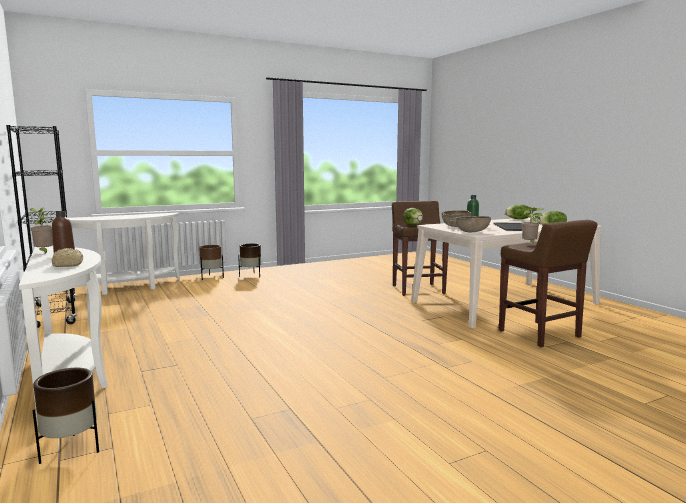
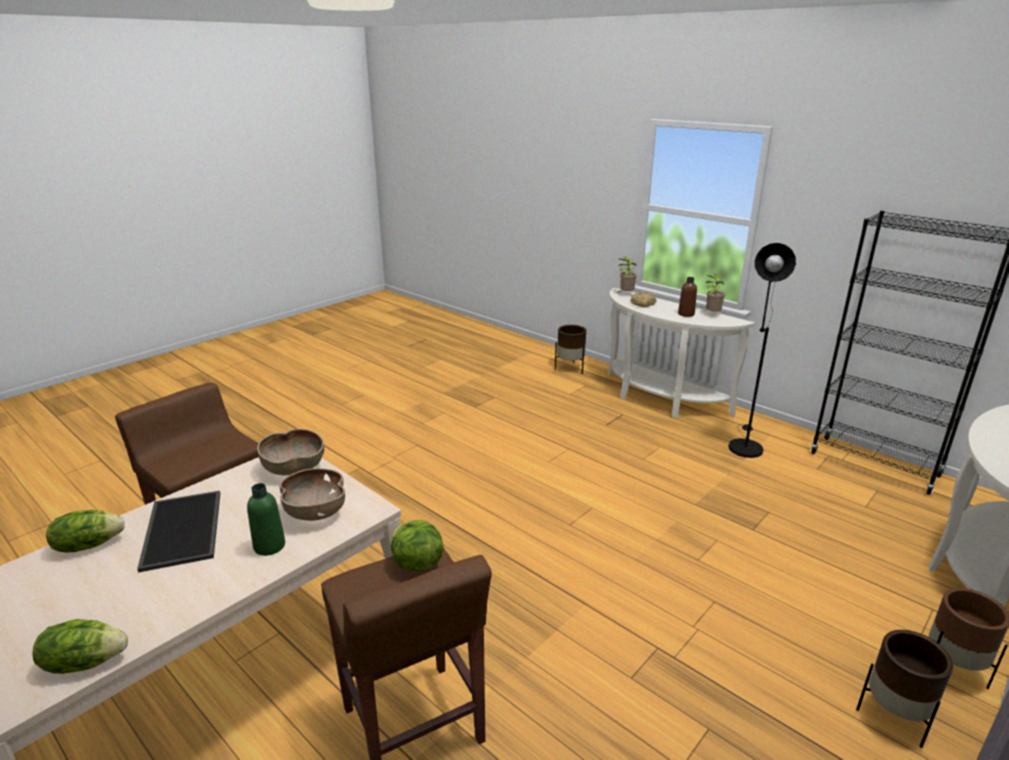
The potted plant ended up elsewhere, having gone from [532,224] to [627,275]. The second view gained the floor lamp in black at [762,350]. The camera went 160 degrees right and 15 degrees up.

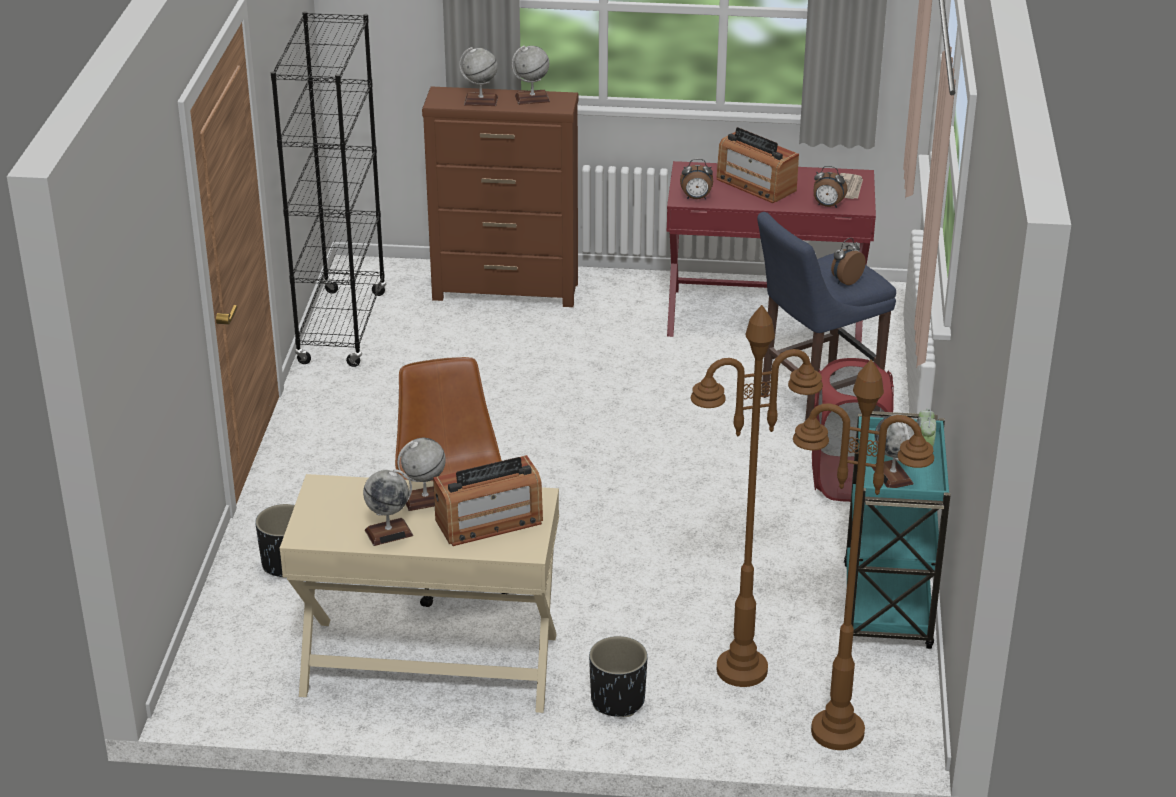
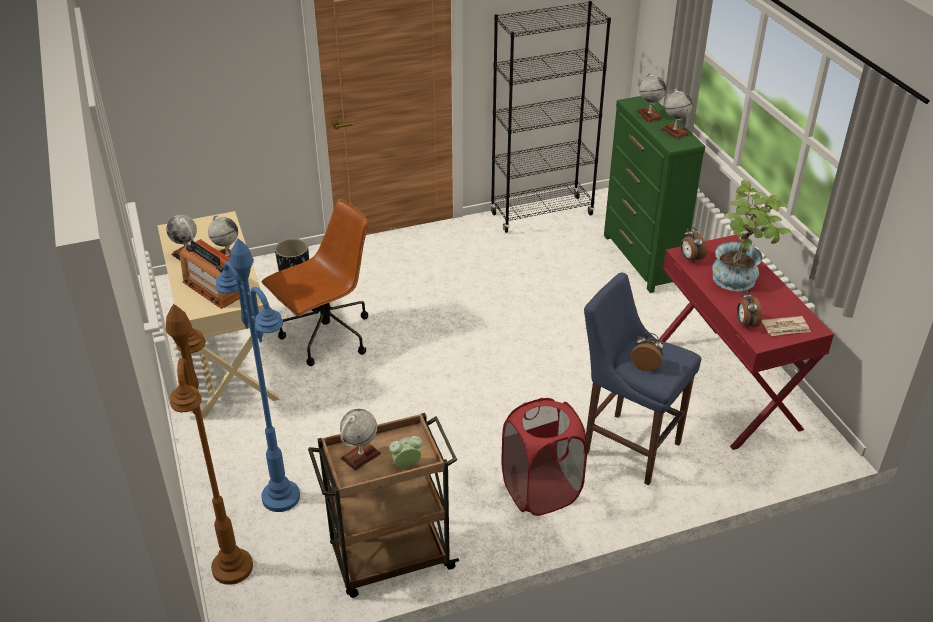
What was the dresser in brown at [500,197] turned into the dresser in green at [654,194]. Where the radio stood at [757,165], the potted plant came to stand at [751,235]. What was the floor lamp in brown at [757,496] turned into the floor lamp in blue at [258,375]. What was the cart in turquoise at [897,530] turned into the cart in brown at [383,505]. The second view lost the planter in black at [618,676]. The camera went 65 degrees right and 5 degrees up.

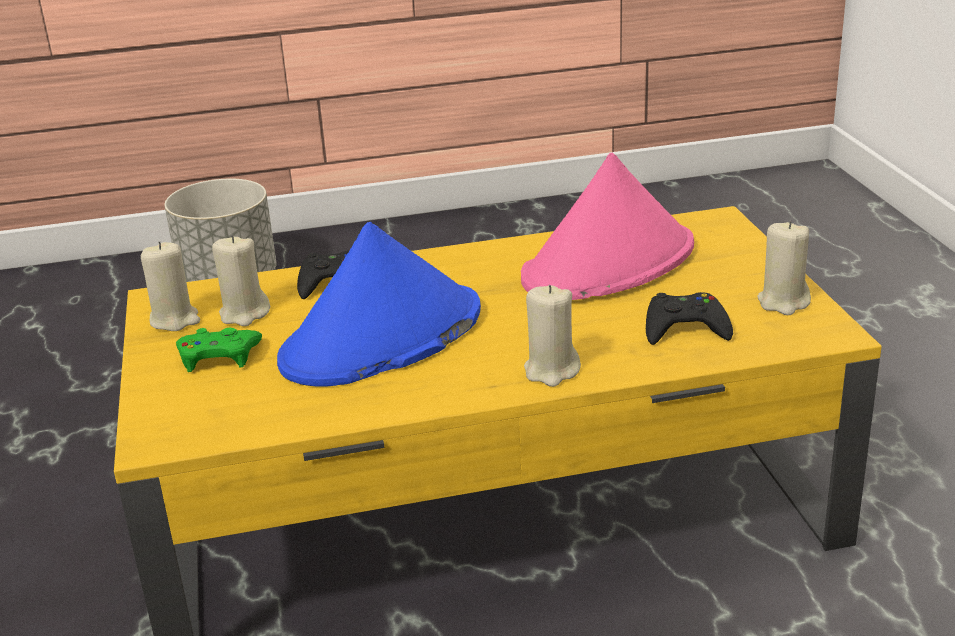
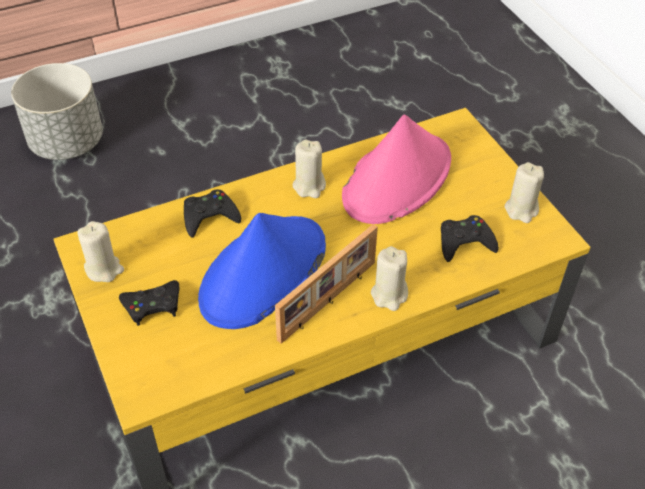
The candle in beige ended up elsewhere, having gone from [241,280] to [309,168]. What was the game controller in green at [219,350] turned into the game controller in black at [149,303]. The second view gained the picture frame at [326,284]. The camera went 15 degrees left and 20 degrees up.

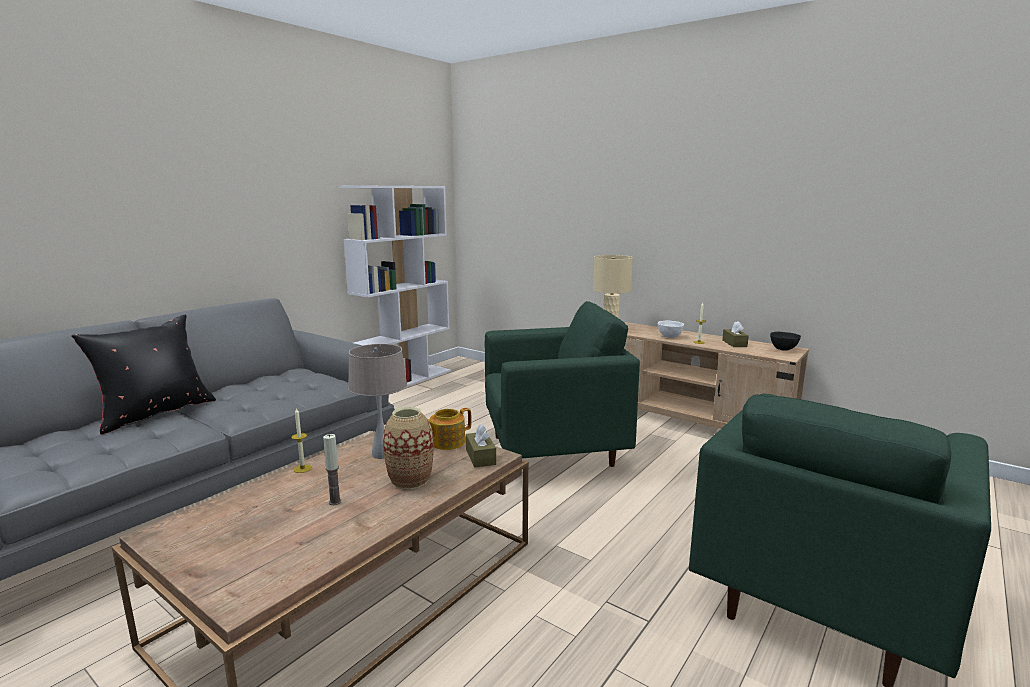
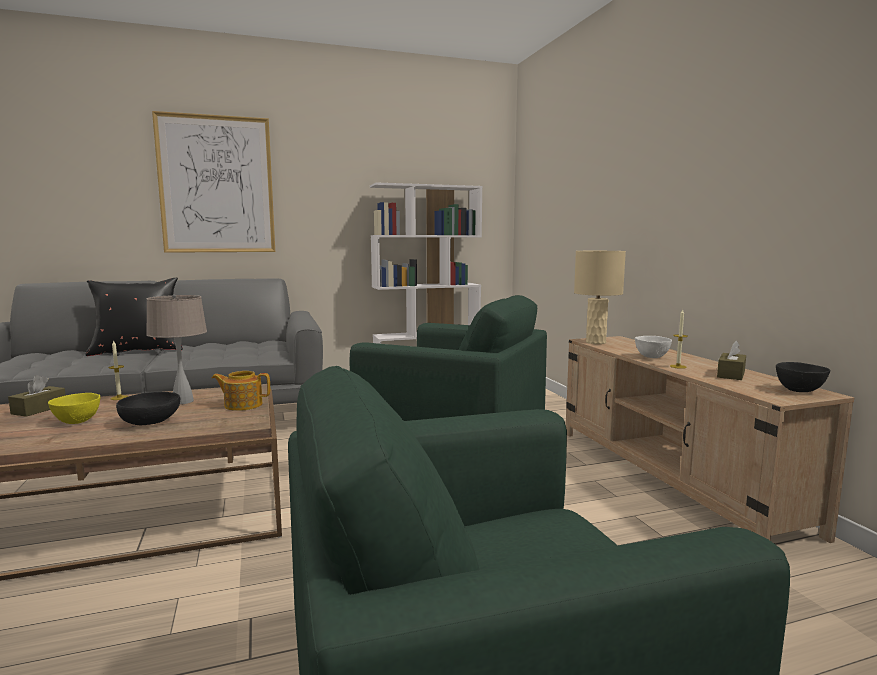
Where the vase stood at [408,448], the bowl in black came to stand at [148,408]. The tissue box in brown ended up elsewhere, having gone from [481,446] to [37,396]. Where the candle stood at [332,469], the bowl in yellow came to stand at [74,408]. The second view gained the picture at [213,182]. The camera went 35 degrees right and 5 degrees down.

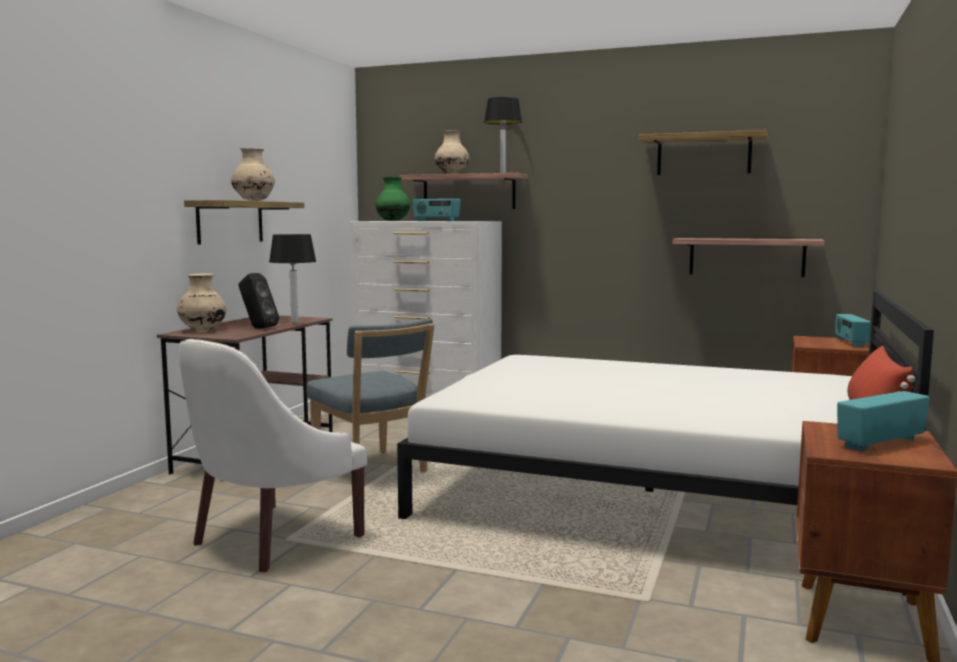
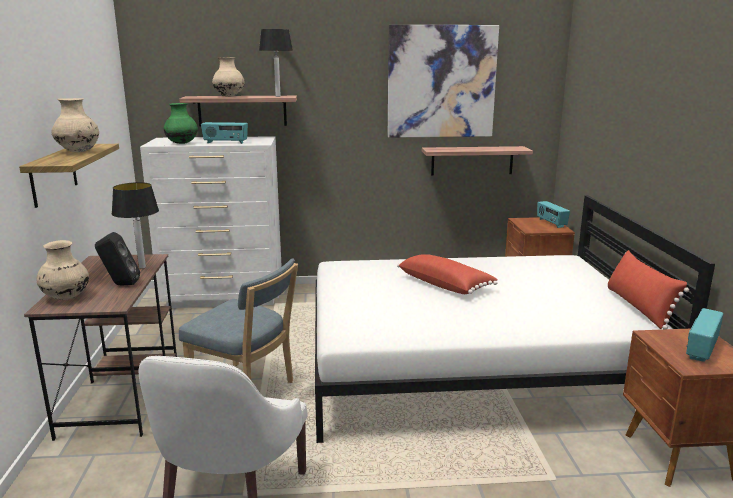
Where the shelf hung at [703,152], the picture came to hang at [443,81]. The second view gained the pillow in red at [447,274]. The camera went 25 degrees left and 10 degrees up.

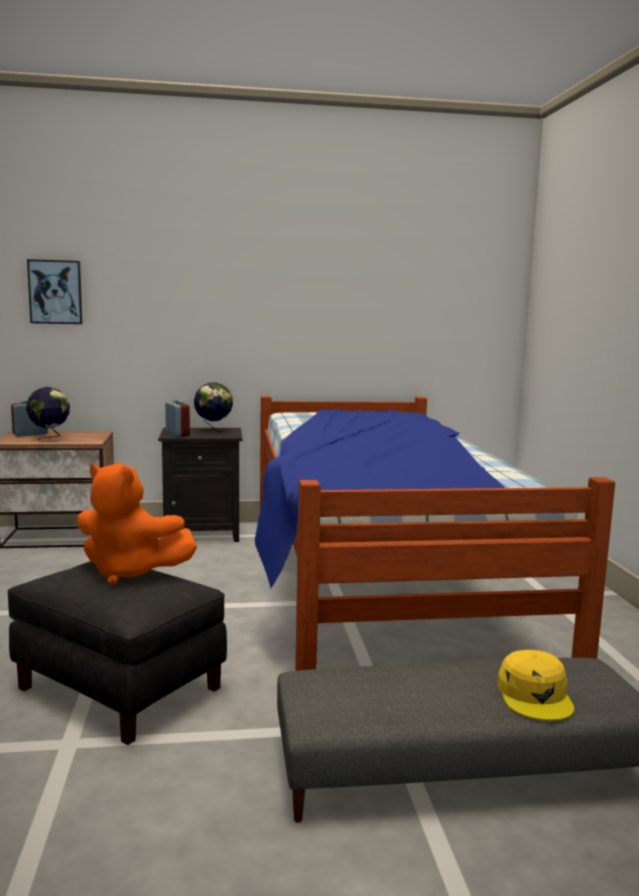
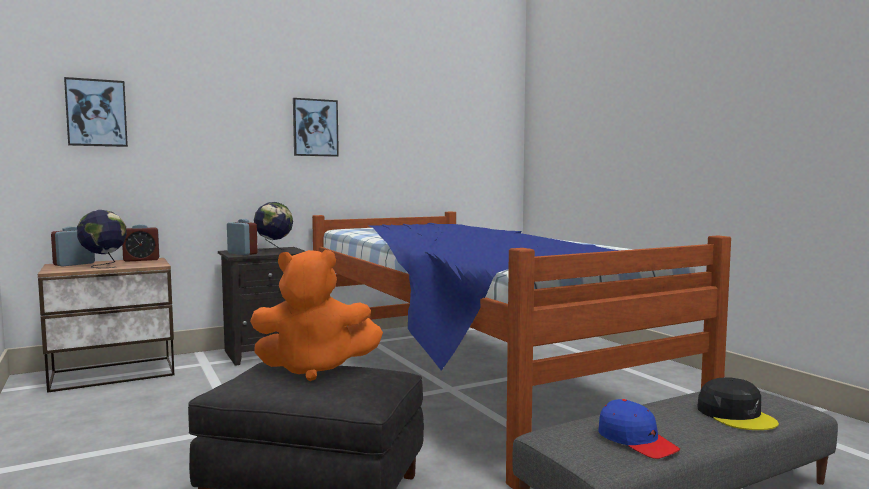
What was the cap in yellow at [536,685] turned into the cap in black at [738,403]. The second view gained the picture at [316,127]. The second view gained the alarm clock at [140,243]. The second view gained the cap in blue at [639,429]. The camera went 20 degrees left and 5 degrees down.

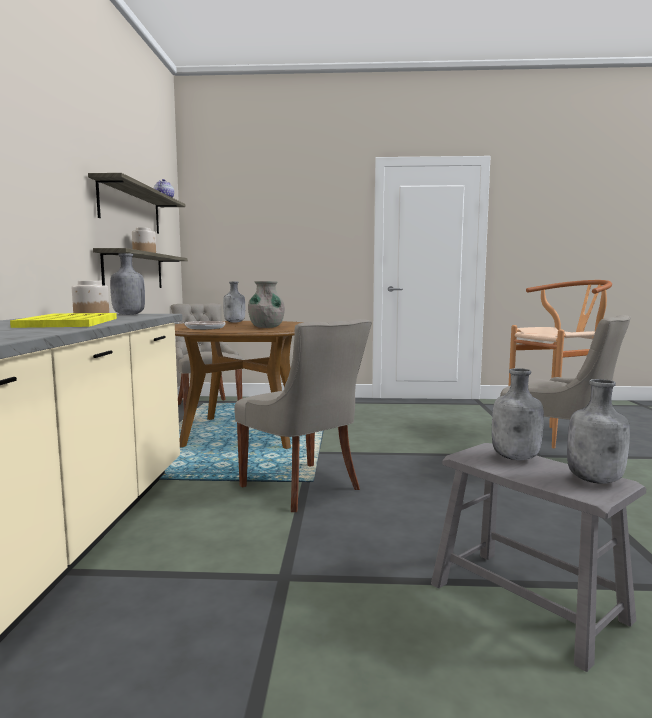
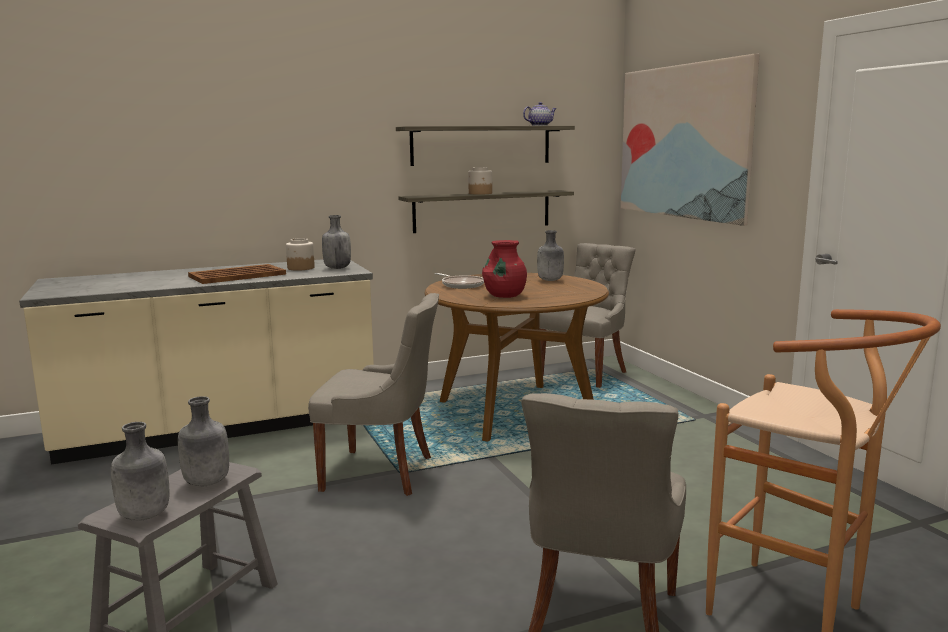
What was the vase in grey at [266,304] turned into the vase in red at [504,269]. What was the tray in yellow at [63,320] turned into the tray in brown at [237,274]. The chair in grey at [303,415] ended up facing another way, 105 degrees counterclockwise from before. The second view gained the picture at [690,140]. The camera went 65 degrees right and 5 degrees up.

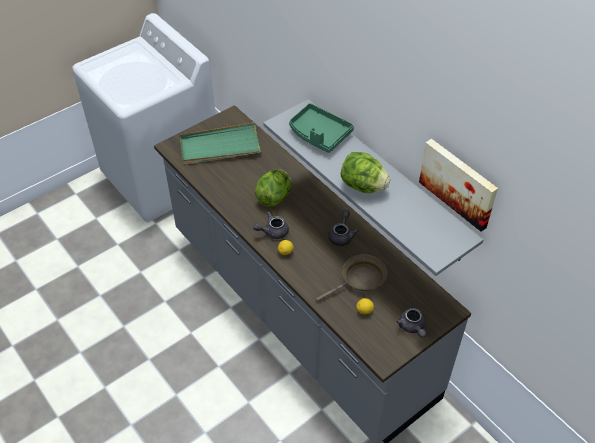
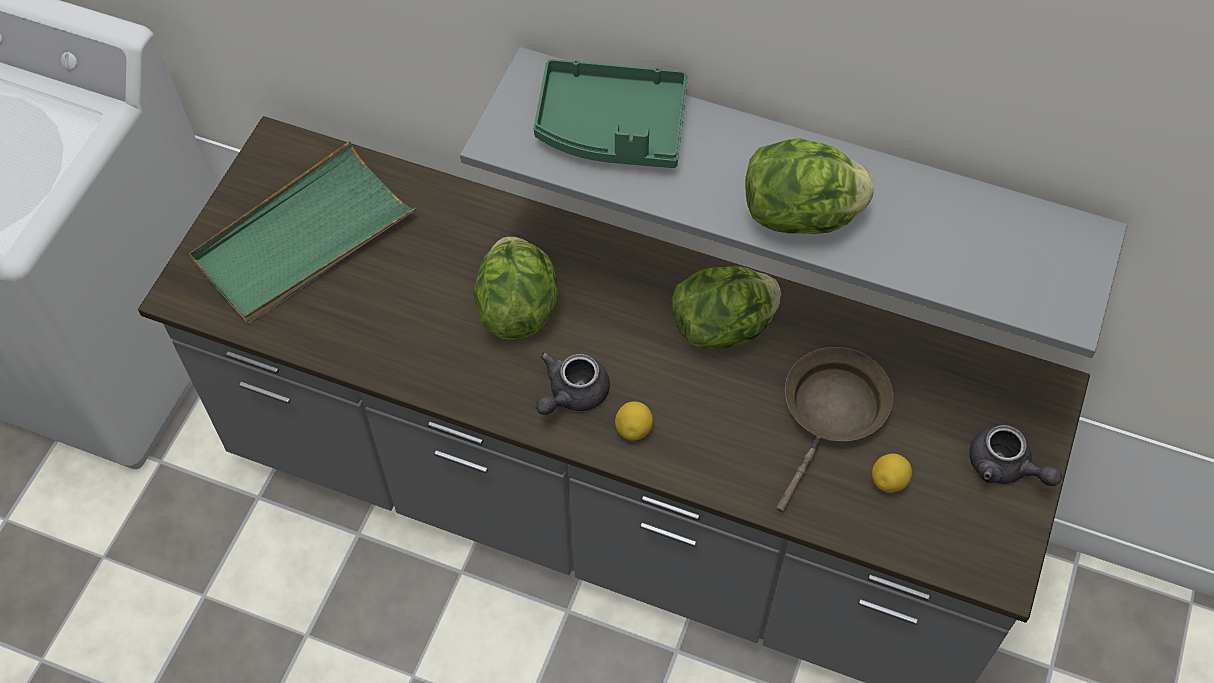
The second view lost the picture at [458,185]. Where the teapot in grey stood at [344,228], the lettuce came to stand at [726,307]. The camera went 30 degrees left and 10 degrees up.

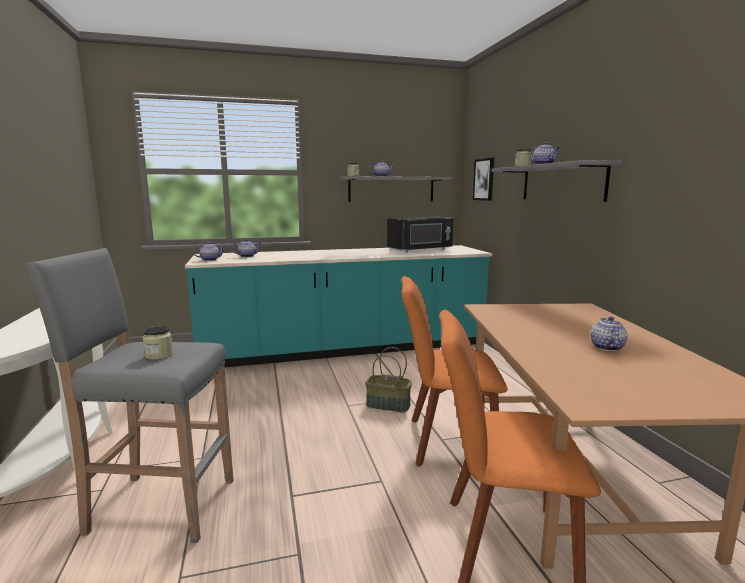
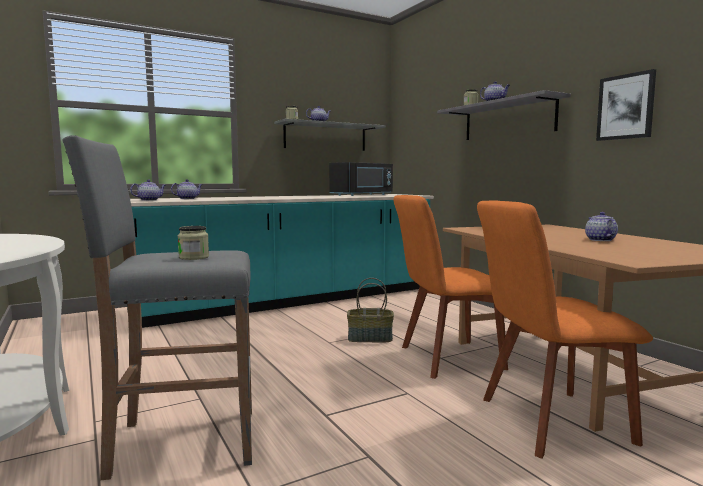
The picture ended up elsewhere, having gone from [483,179] to [626,105]. The camera went 15 degrees left and 5 degrees down.

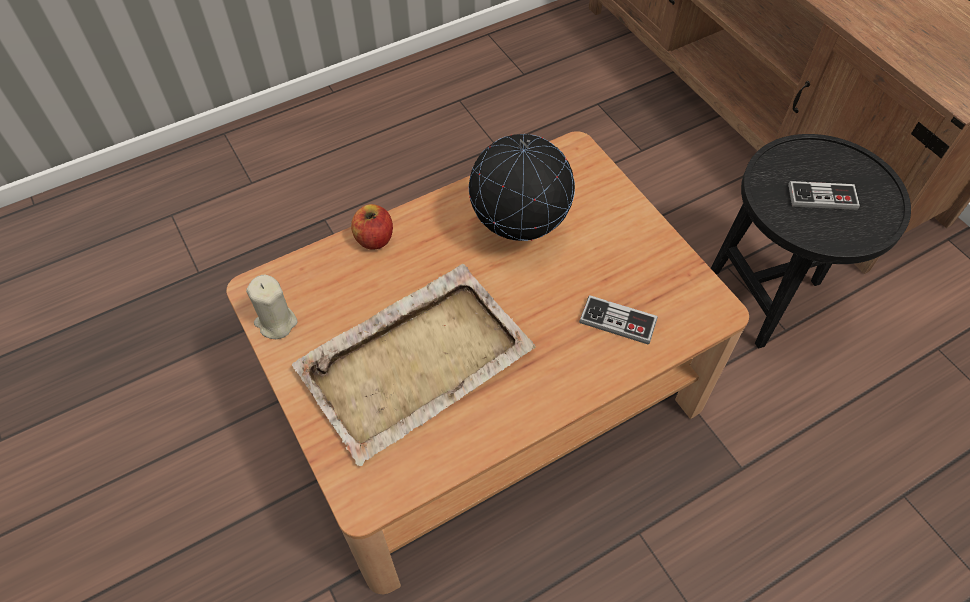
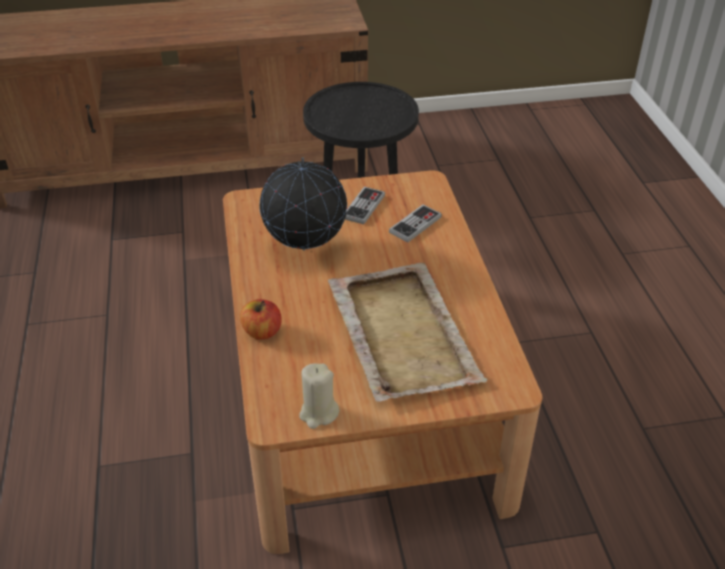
The game controller ended up elsewhere, having gone from [824,195] to [365,205]. The camera went 70 degrees left and 15 degrees down.

